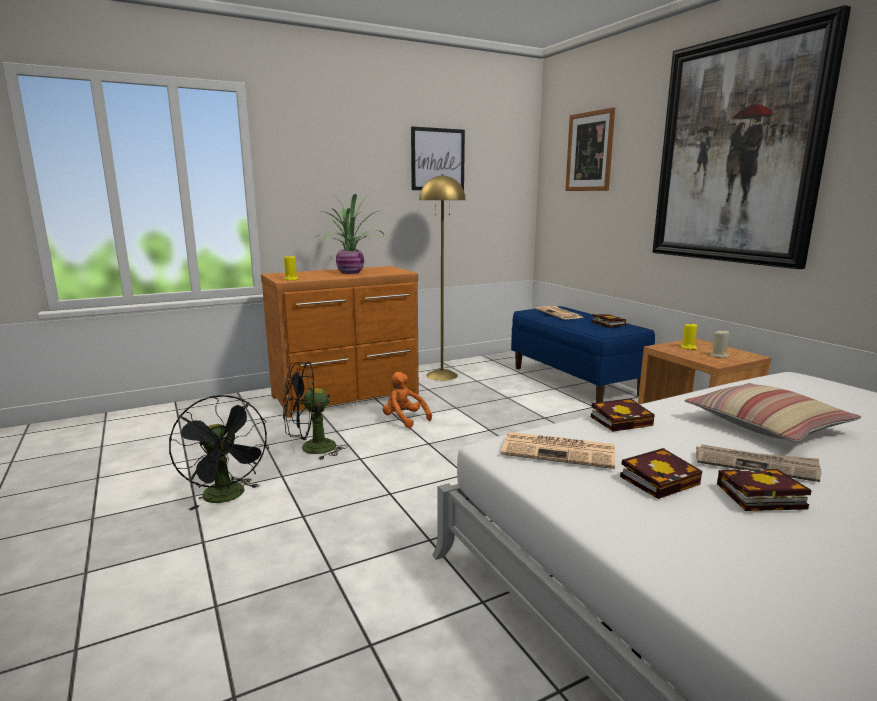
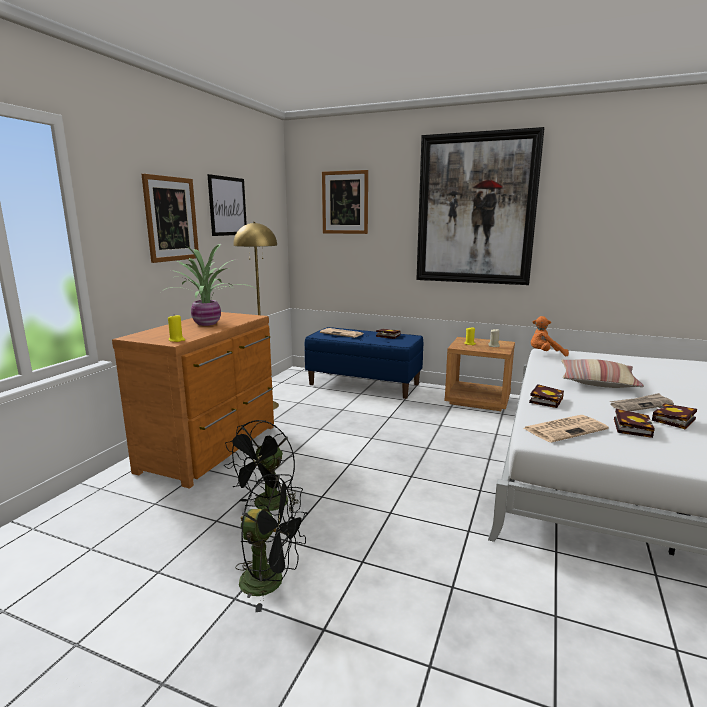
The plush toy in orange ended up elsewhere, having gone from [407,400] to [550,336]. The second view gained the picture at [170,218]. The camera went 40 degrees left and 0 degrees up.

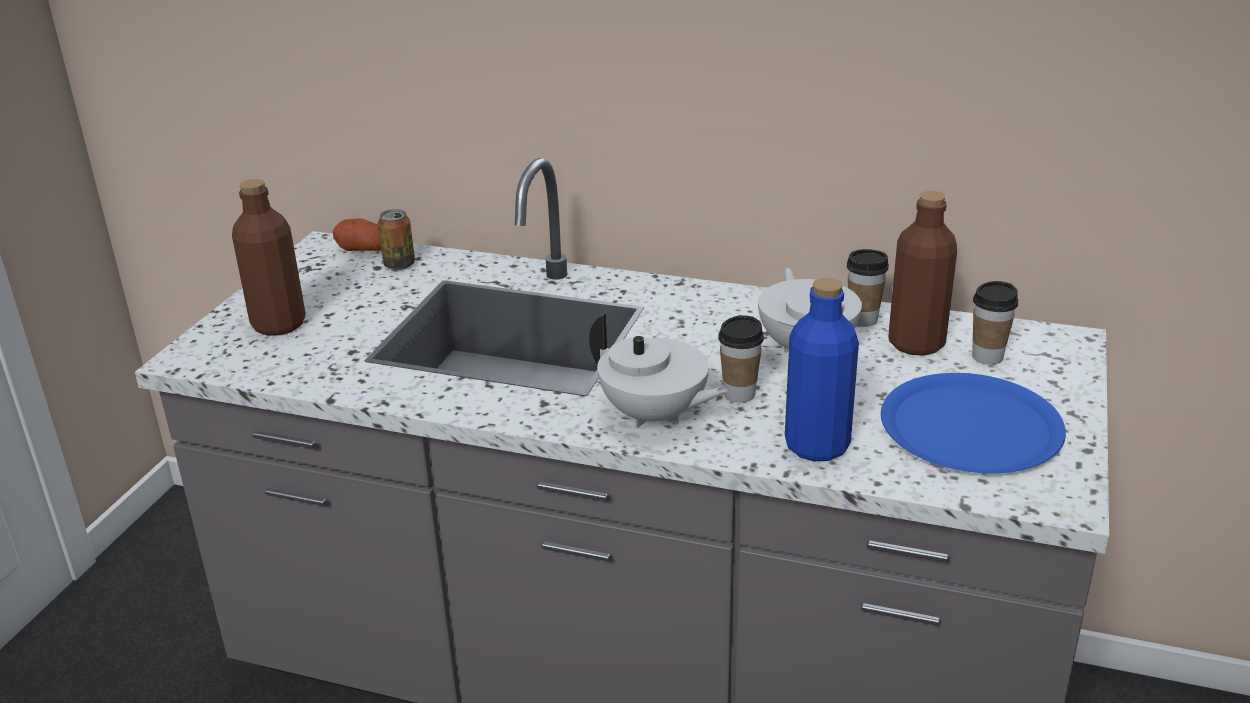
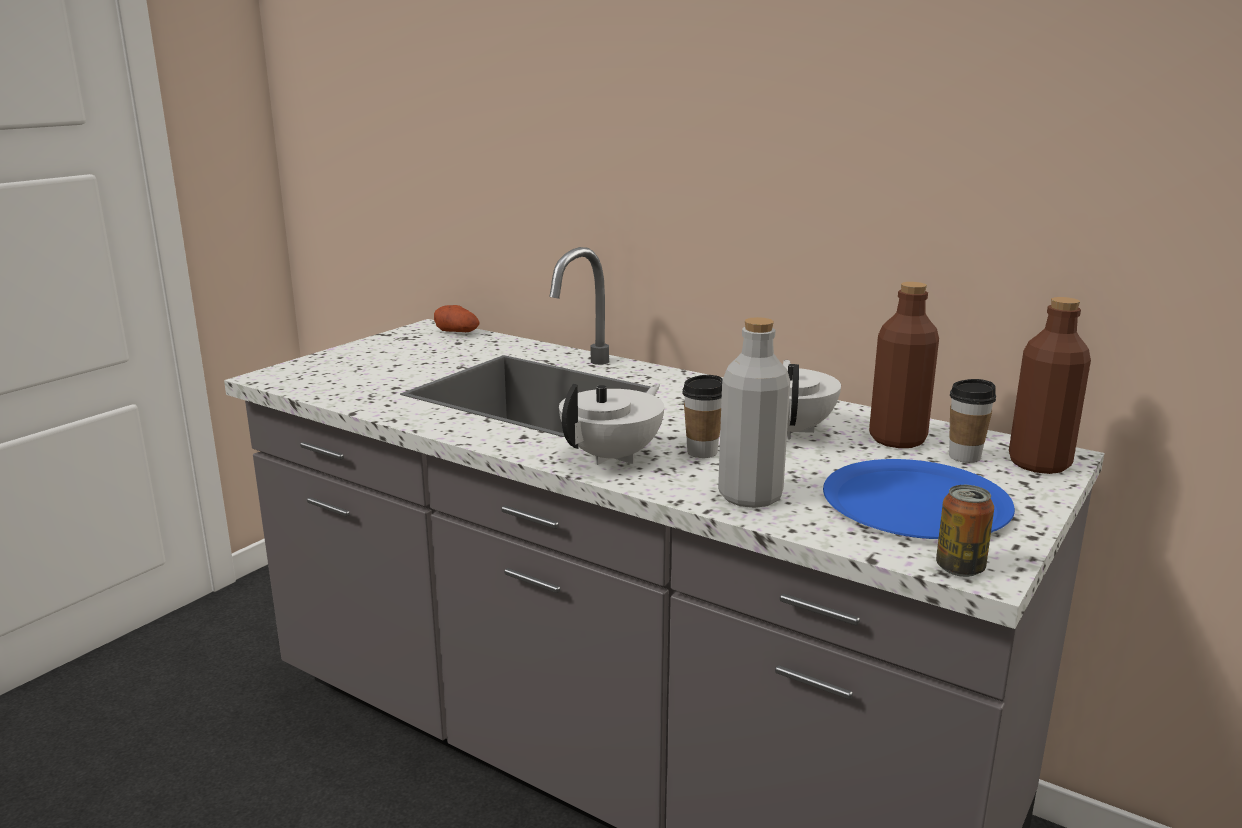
The bottle in brown ended up elsewhere, having gone from [269,257] to [1050,385]. The can ended up elsewhere, having gone from [396,239] to [965,531]. The second view lost the cup at [868,288]. What was the bottle in blue at [822,369] turned into the bottle in grey at [754,412]. The teapot in white at [658,371] ended up facing another way, 105 degrees counterclockwise from before. The camera went 15 degrees right and 10 degrees down.

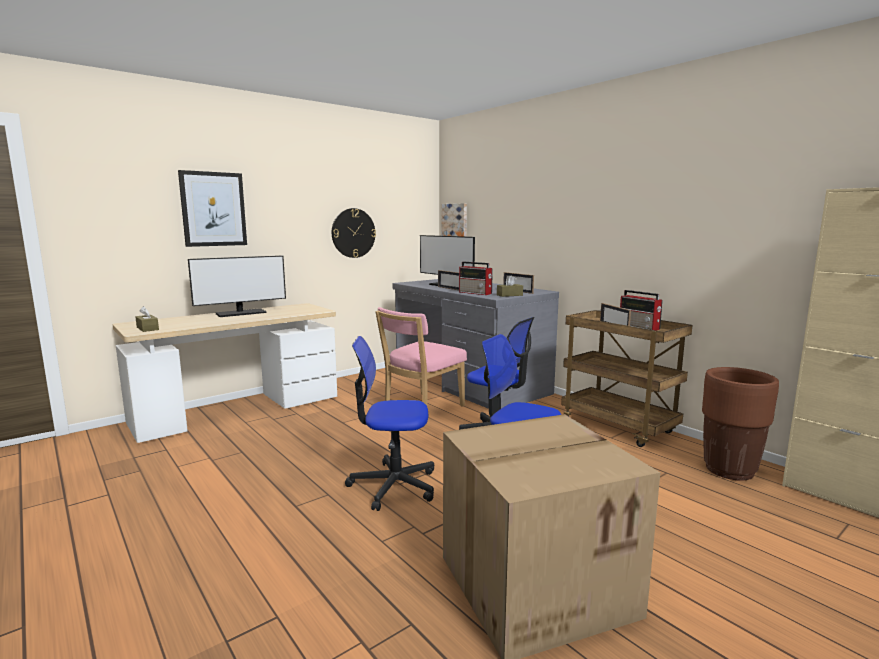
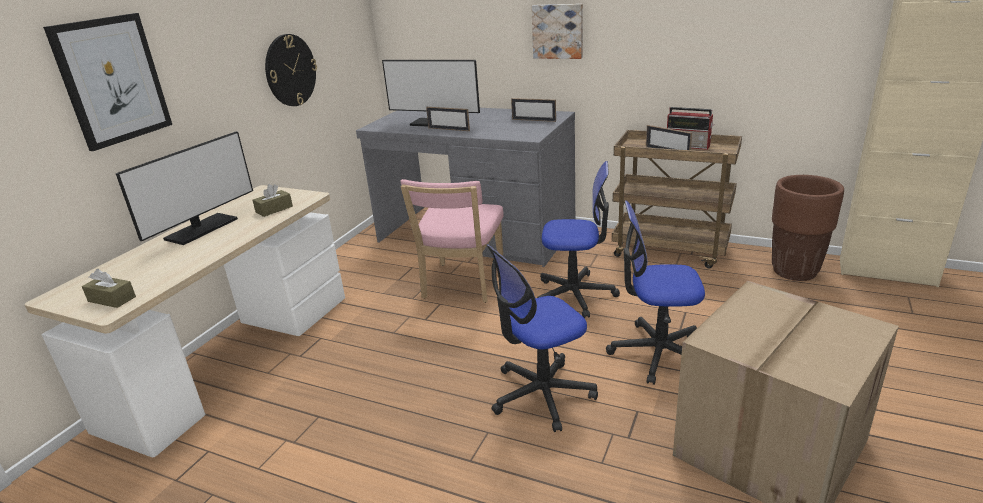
The picture ended up elsewhere, having gone from [454,220] to [557,31]. The second view lost the radio at [476,278]. The tissue box in brown ended up elsewhere, having gone from [510,286] to [273,200]. The camera went 25 degrees left and 15 degrees up.

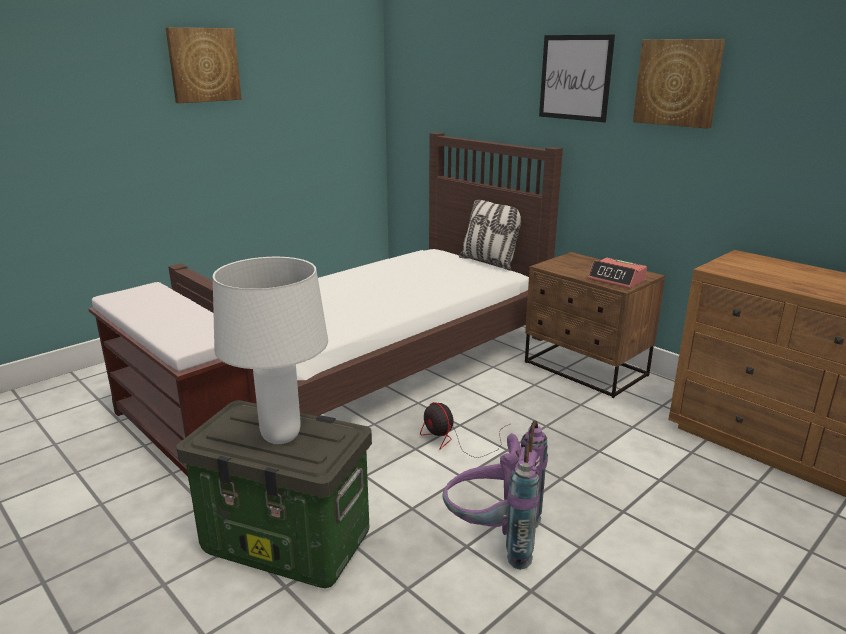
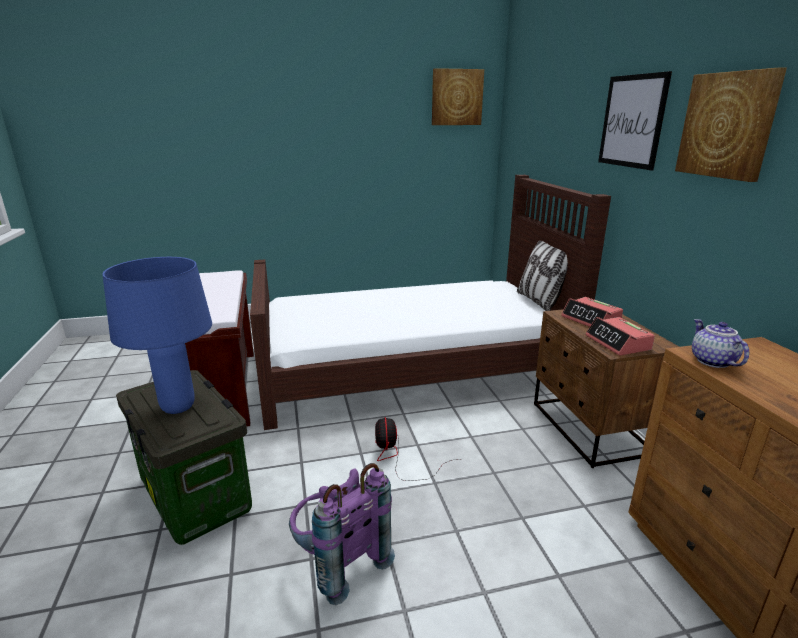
The picture ended up elsewhere, having gone from [203,65] to [458,96]. What was the table lamp in white at [270,350] turned into the table lamp in blue at [157,335]. The second view gained the alarm clock at [592,312]. The second view gained the teapot at [720,343]. The camera went 30 degrees right and 0 degrees up.

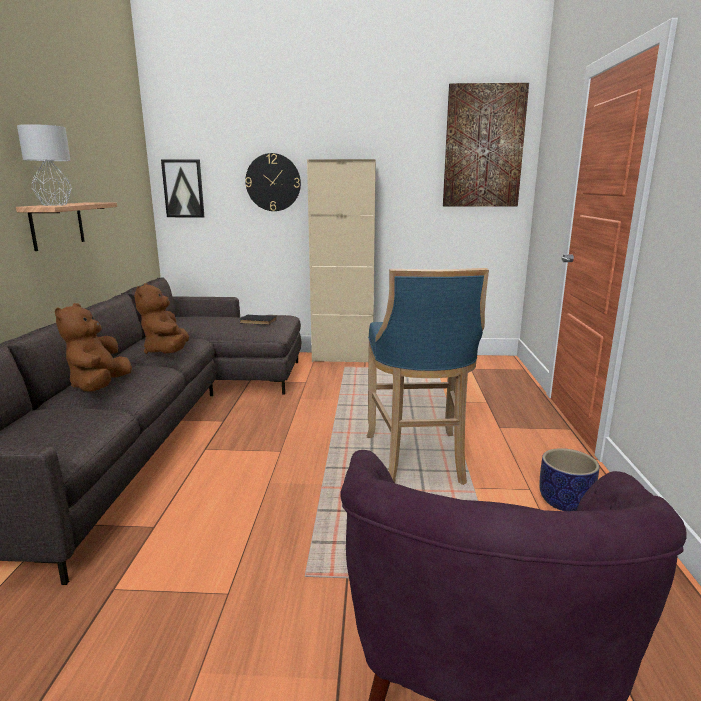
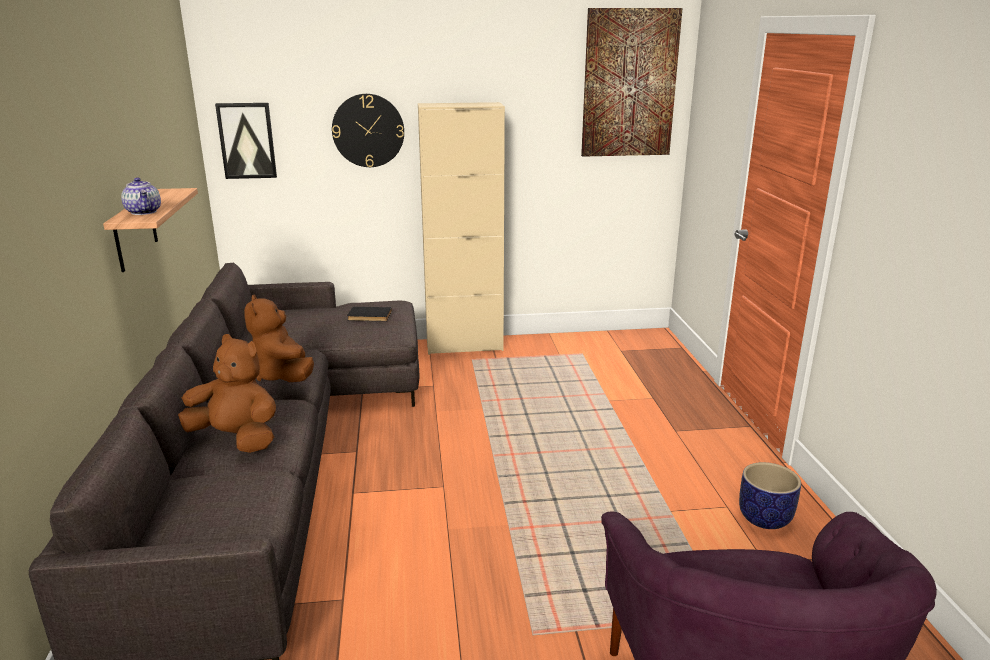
Where the table lamp in grey stood at [44,165], the teapot came to stand at [141,196]. The second view lost the stool in blue at [428,376]. The plush toy in brown at [93,347] ended up facing another way, 120 degrees clockwise from before. The camera went 10 degrees left and 5 degrees up.

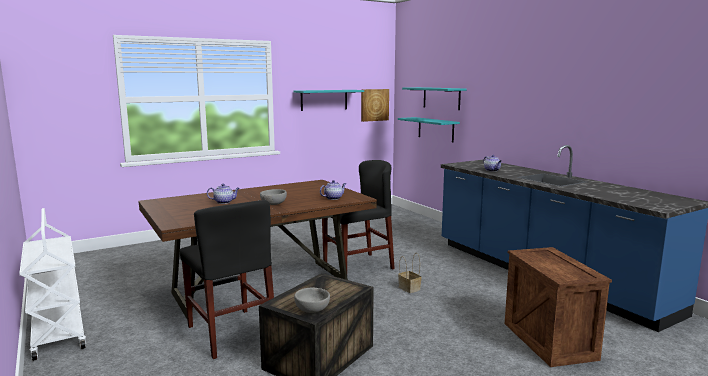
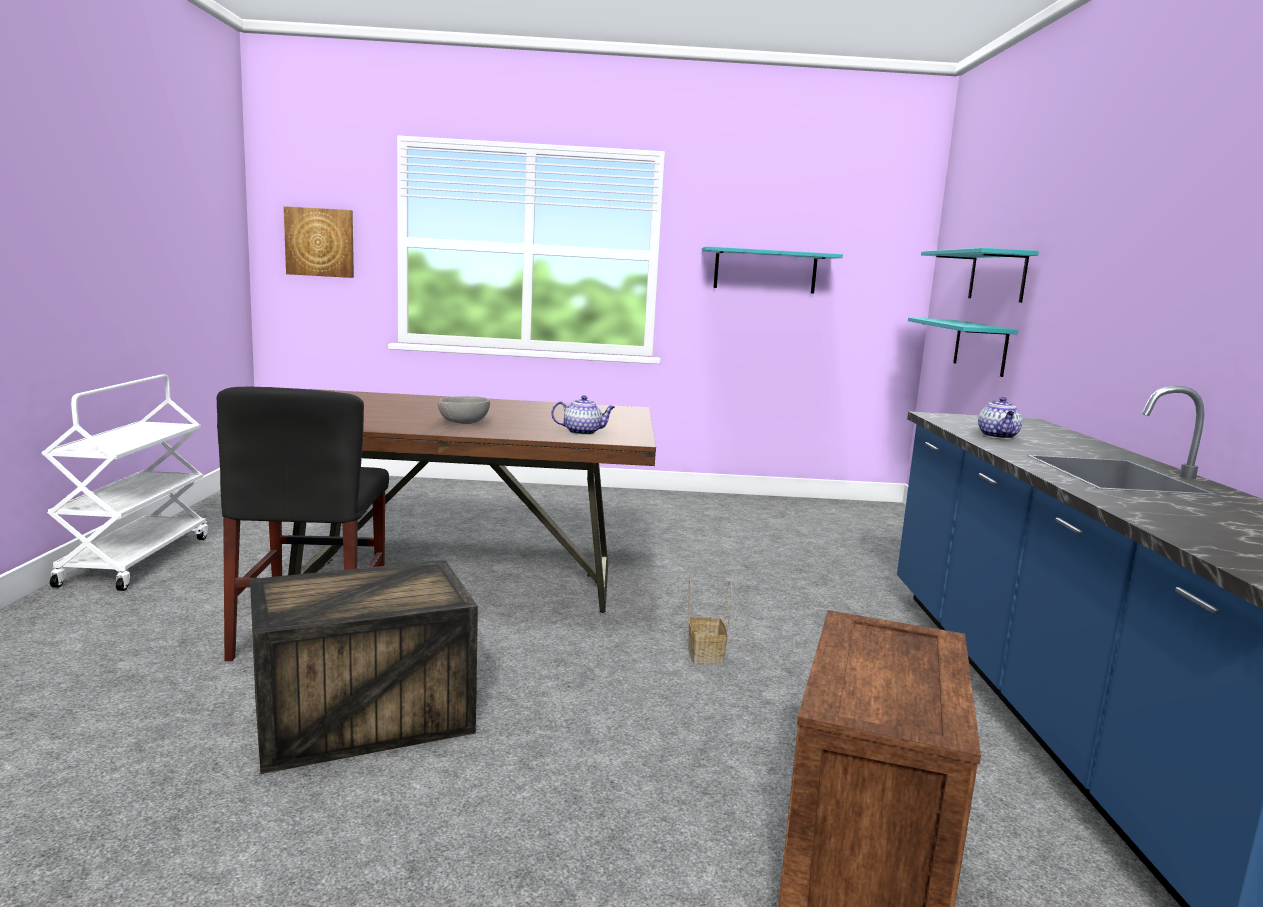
The picture ended up elsewhere, having gone from [375,105] to [319,242]. The second view lost the chair in black at [358,215]. The second view lost the teapot at [223,194]. The second view lost the bowl in grey at [312,300]. The camera went 30 degrees right and 0 degrees up.

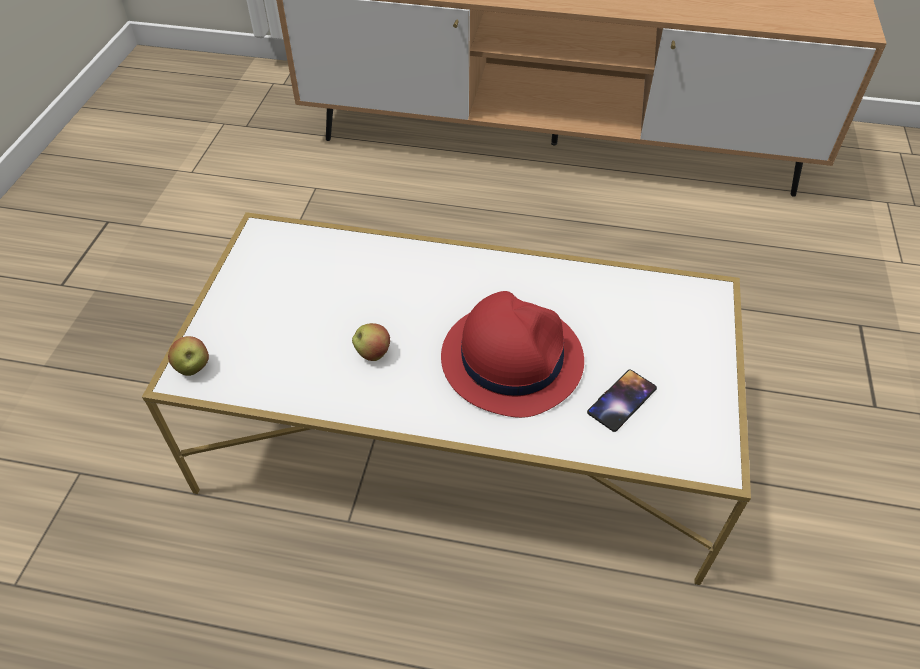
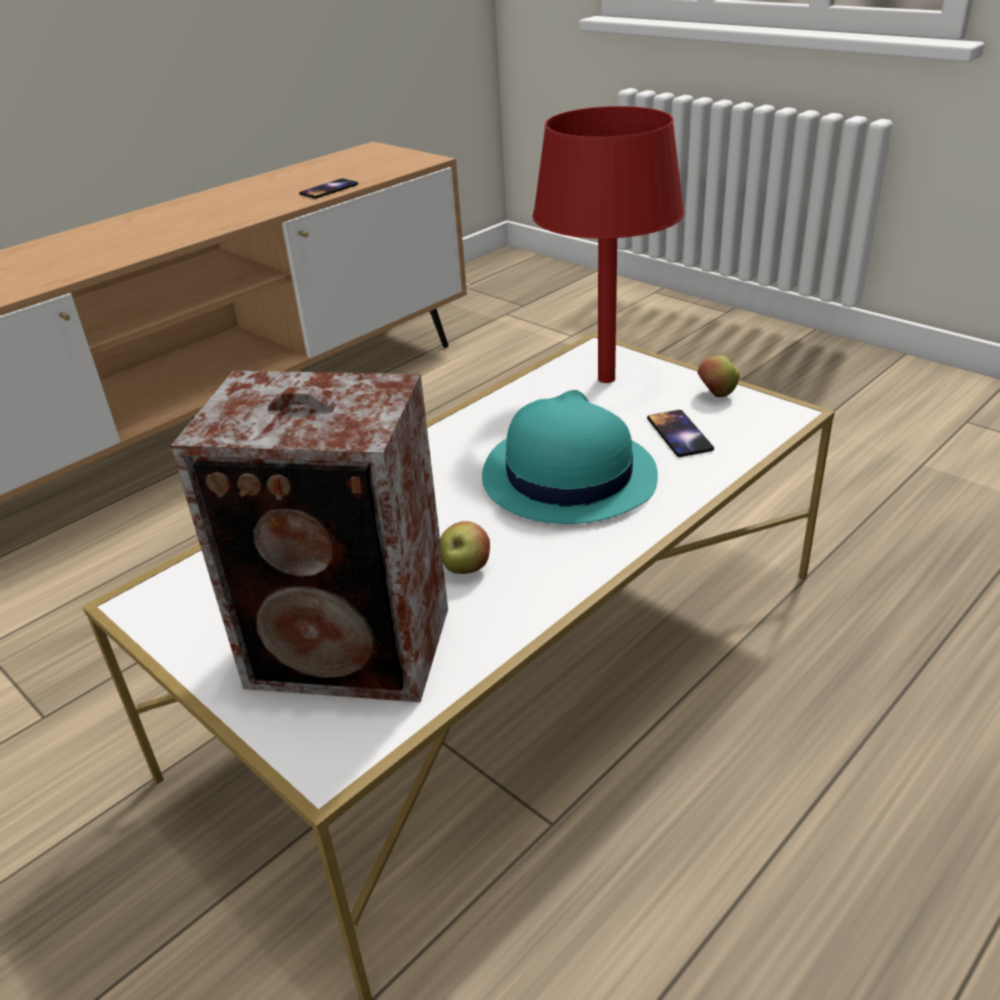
What was the hat in red at [512,354] turned into the hat in turquoise at [570,457]. The apple ended up elsewhere, having gone from [188,356] to [719,376]. The second view gained the table lamp in red at [609,244]. The second view gained the phone at [328,188]. The second view gained the speaker at [309,536]. The camera went 55 degrees left and 15 degrees down.

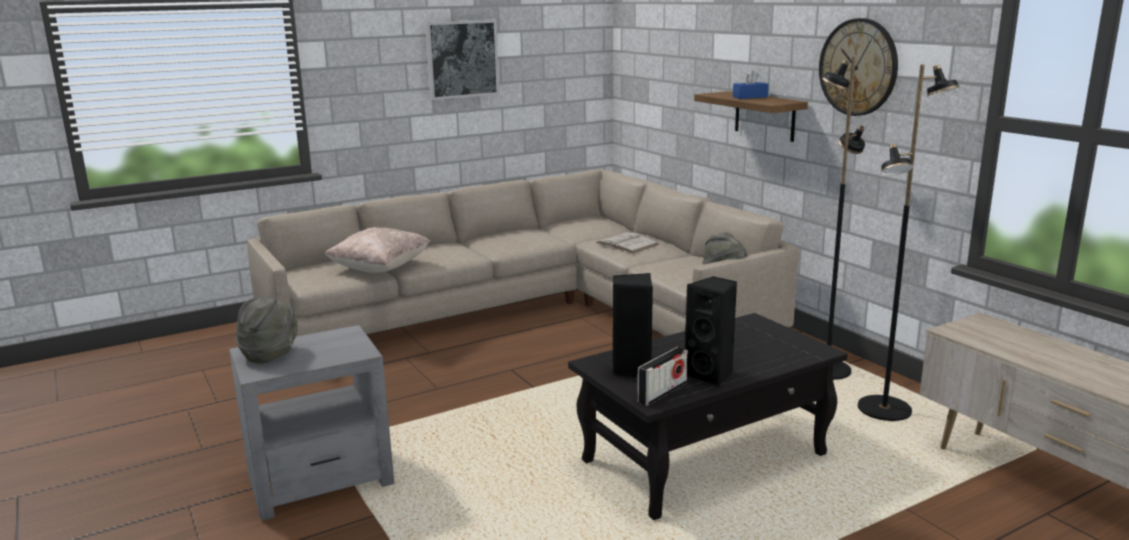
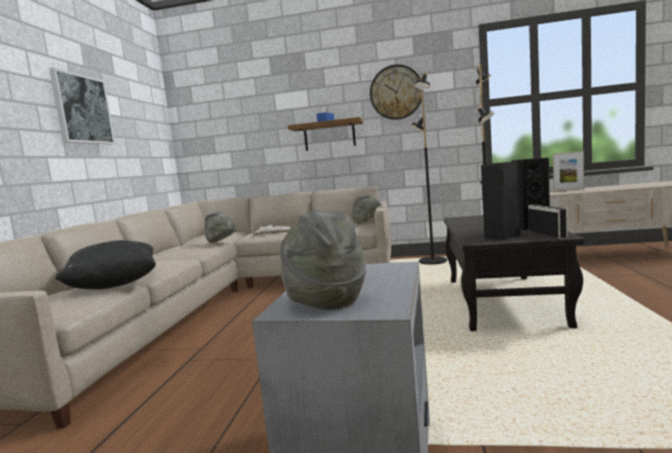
What was the pillow in beige at [378,250] turned into the pillow in black at [105,265]. The second view gained the picture frame at [568,171]. The second view gained the hat in grey at [220,227]. The camera went 50 degrees left and 10 degrees down.

